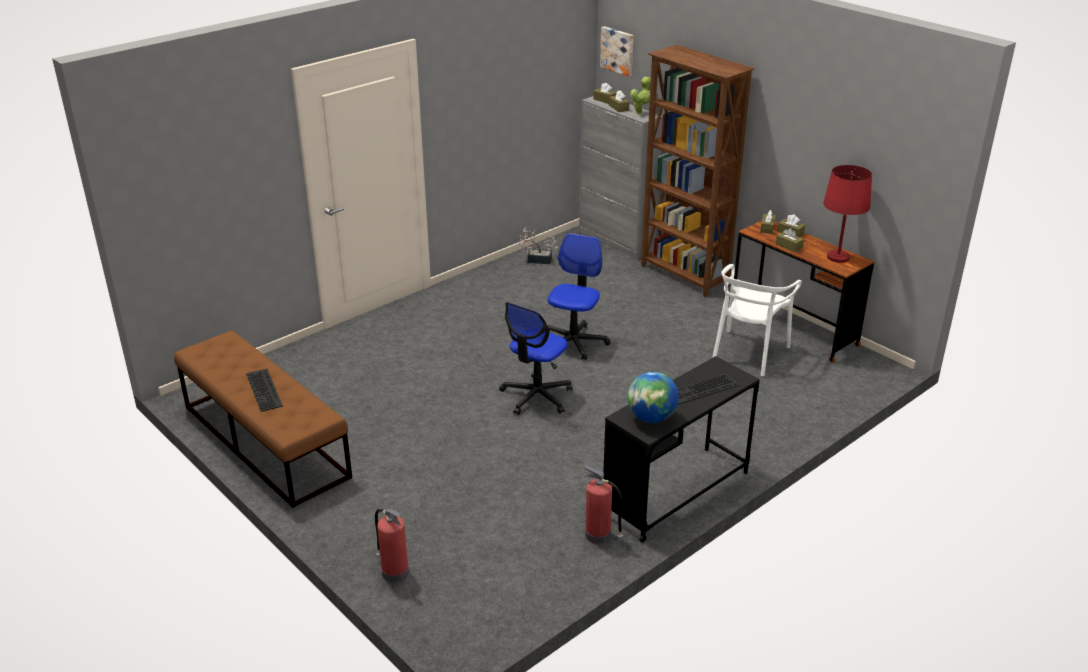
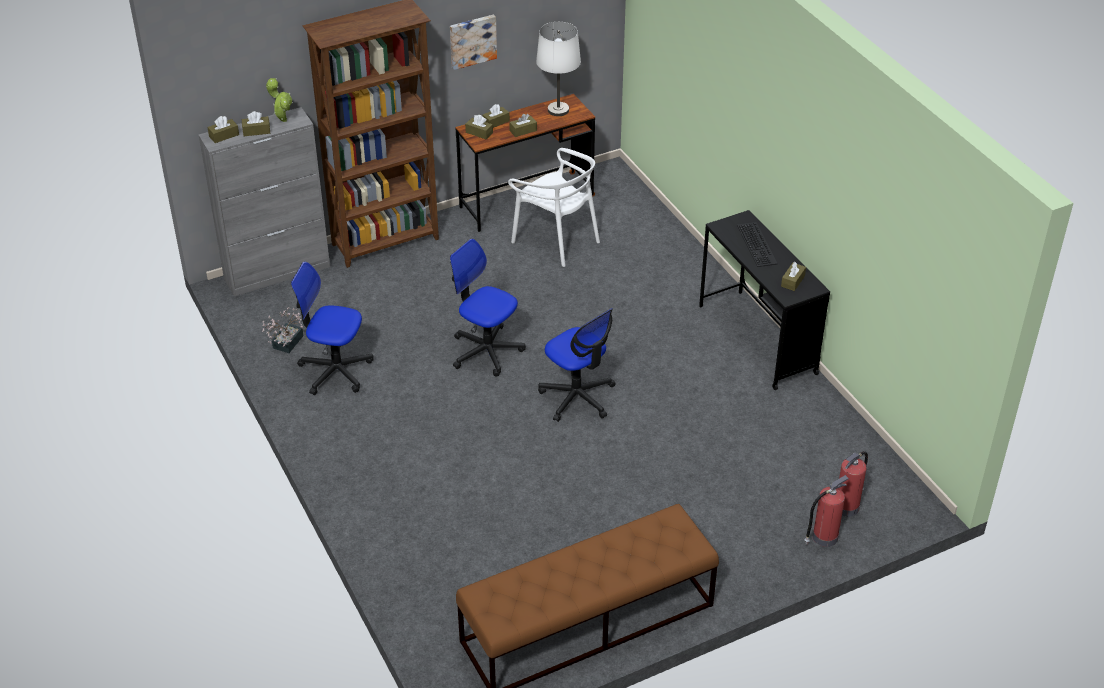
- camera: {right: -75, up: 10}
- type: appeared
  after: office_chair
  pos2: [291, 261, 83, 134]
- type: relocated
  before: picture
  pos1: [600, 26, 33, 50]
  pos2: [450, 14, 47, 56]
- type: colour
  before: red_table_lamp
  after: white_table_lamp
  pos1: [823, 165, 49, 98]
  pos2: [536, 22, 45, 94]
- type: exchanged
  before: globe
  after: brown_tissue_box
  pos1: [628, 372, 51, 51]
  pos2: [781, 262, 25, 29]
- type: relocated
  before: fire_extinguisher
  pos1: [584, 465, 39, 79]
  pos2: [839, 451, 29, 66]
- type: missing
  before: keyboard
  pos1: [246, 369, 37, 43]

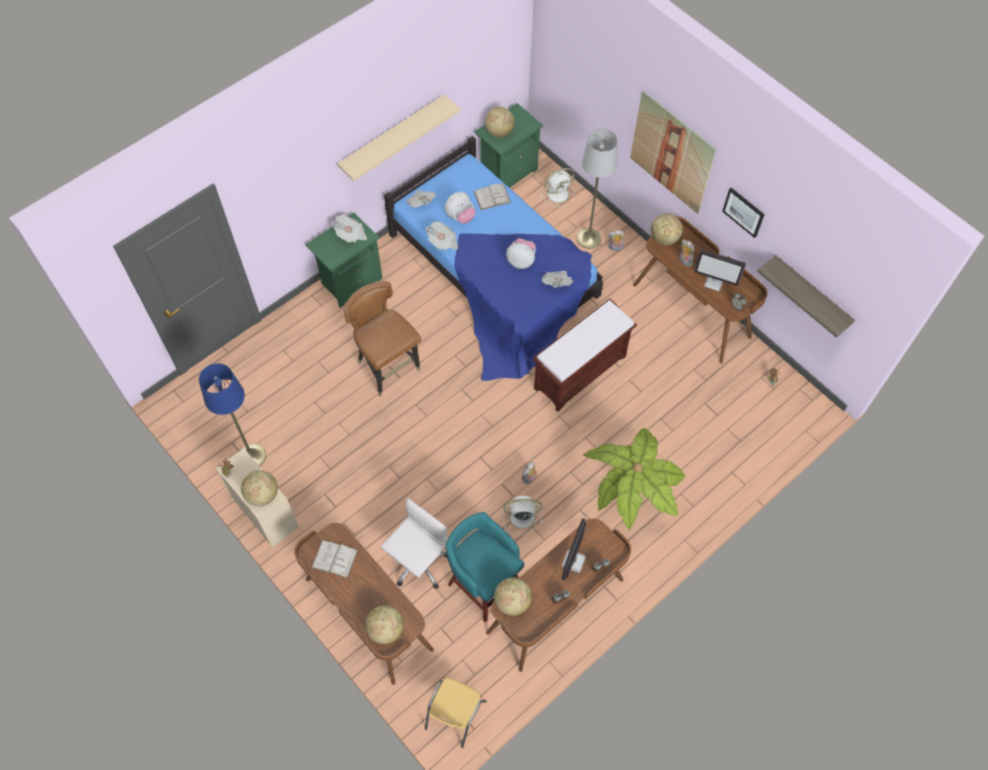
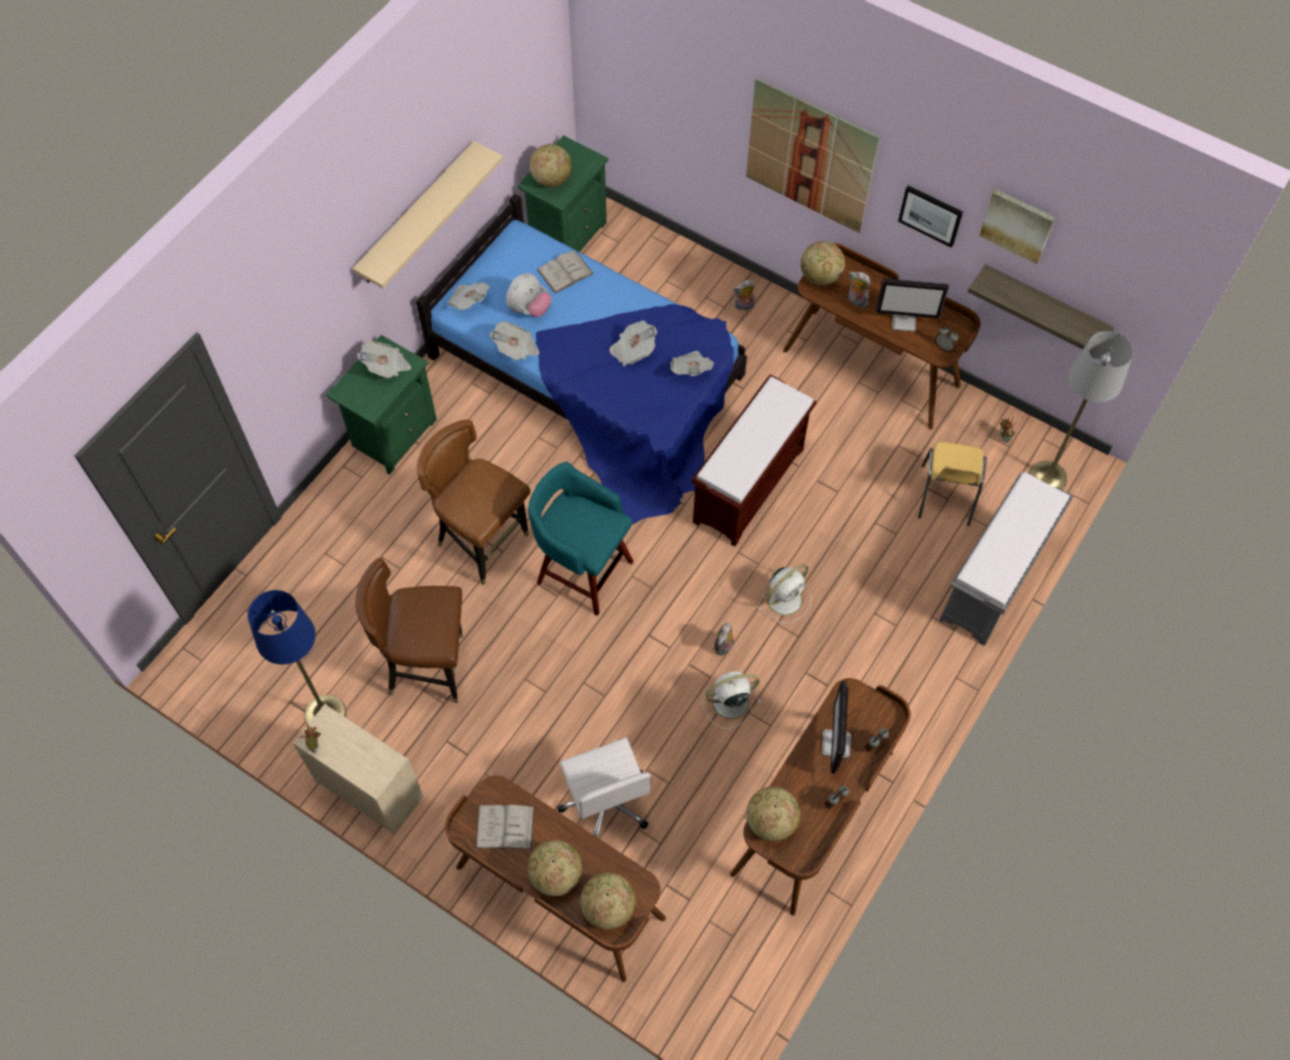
- camera: {right: -15, up: 0}
- type: appeared
  after: brown_chair
  pos2: [355, 558, 108, 145]
- type: relocated
  before: globe
  pos1: [241, 470, 37, 36]
  pos2: [527, 840, 55, 56]
- type: relocated
  before: turquoise_stool
  pos1: [446, 512, 78, 110]
  pos2: [528, 462, 106, 154]
- type: spun
  before: white_office_chair
  pos1: [381, 498, 67, 91]
  pos2: [558, 738, 93, 100]
  turn: 135
- type: exchanged
  before: plush_toy
  after: newspaper
  pos1: [506, 238, 30, 31]
  pos2: [609, 320, 48, 46]
- type: relocated
  before: white_fan
  pos1: [540, 168, 35, 39]
  pos2: [758, 564, 54, 59]
- type: relocated
  before: yellow_chair
  pos1: [425, 678, 62, 70]
  pos2: [918, 442, 69, 84]
- type: appeared
  after: grey_bench
  pos2: [939, 471, 135, 175]
- type: appeared
  after: picture
  pos2: [979, 189, 77, 75]
- type: relocated
  before: grey_floor_lamp
  pos1: [577, 129, 41, 120]
  pos2: [1029, 331, 104, 159]
- type: missing
  before: potted_plant
  pos1: [582, 428, 103, 102]

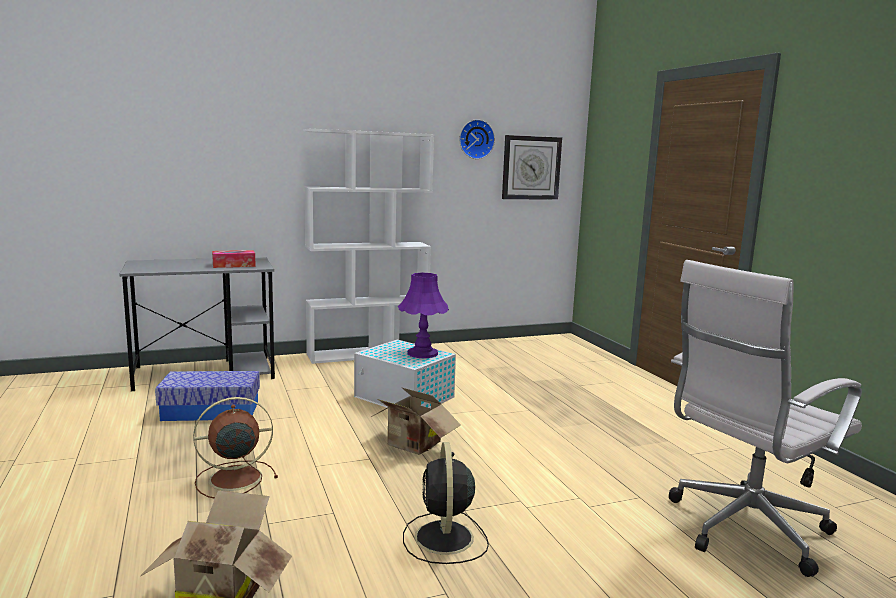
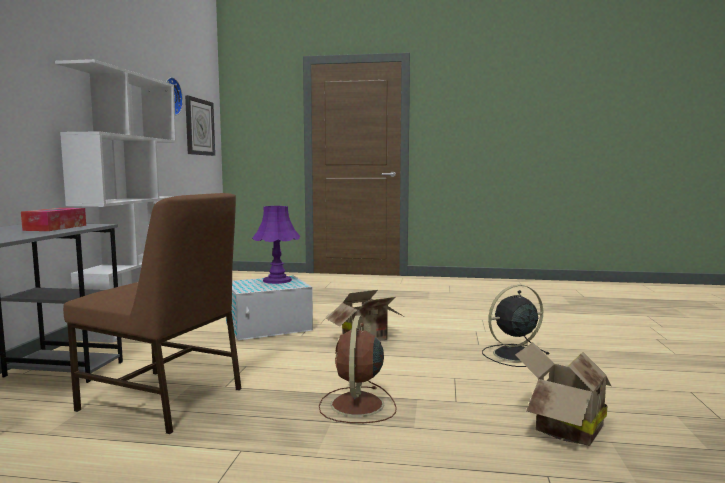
- camera: {right: -60, up: -5}
- type: exchanged
  before: storage_box
  after: brown_chair
  pos1: [155, 371, 105, 50]
  pos2: [63, 193, 179, 241]
- type: spun
  before: black_fan
  pos1: [403, 442, 86, 122]
  pos2: [482, 285, 68, 82]
  turn: 135
- type: missing
  before: white_office_chair
  pos1: [669, 260, 193, 317]

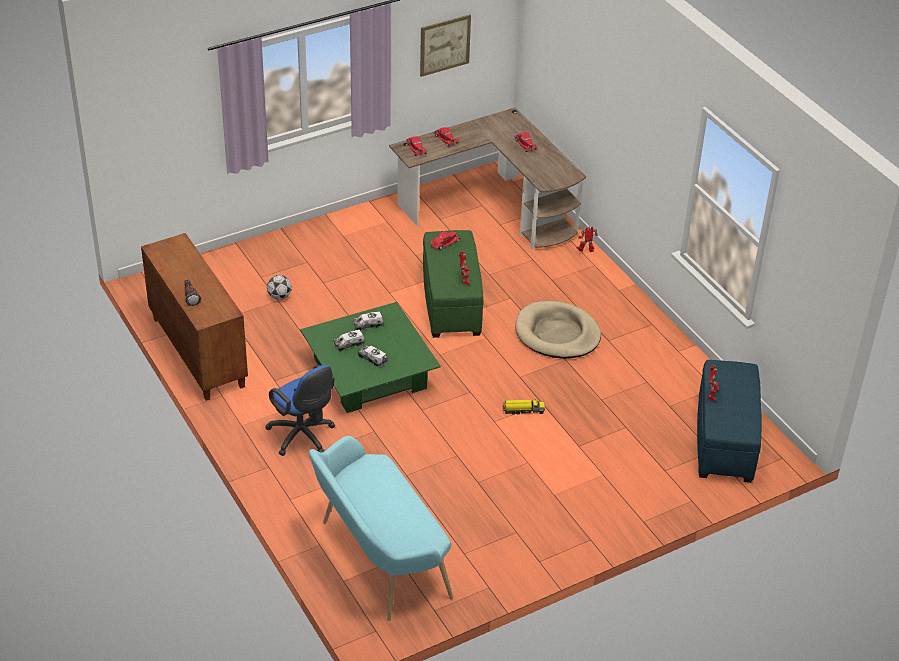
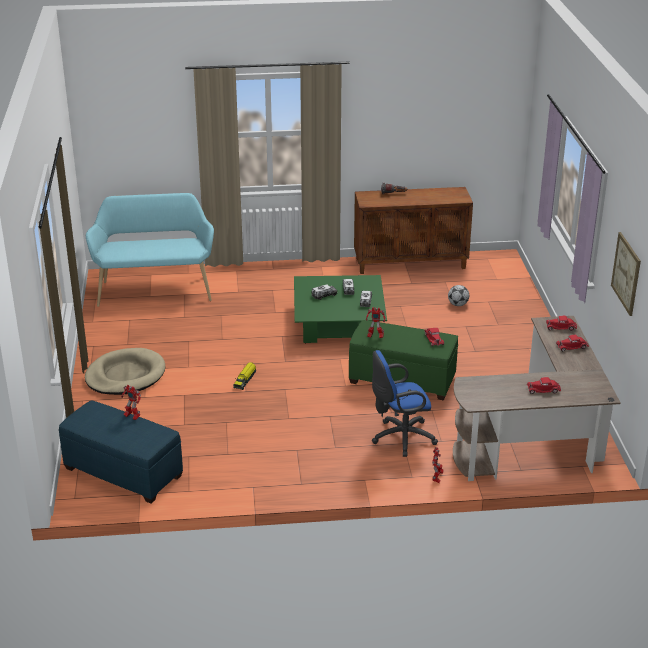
- camera: {right: 115, up: -10}
- type: relocated
  before: beige_dog_bed
  pos1: [515, 301, 86, 58]
  pos2: [85, 348, 80, 47]
- type: relocated
  before: blue_office_chair
  pos1: [265, 364, 70, 92]
  pos2: [372, 350, 66, 107]

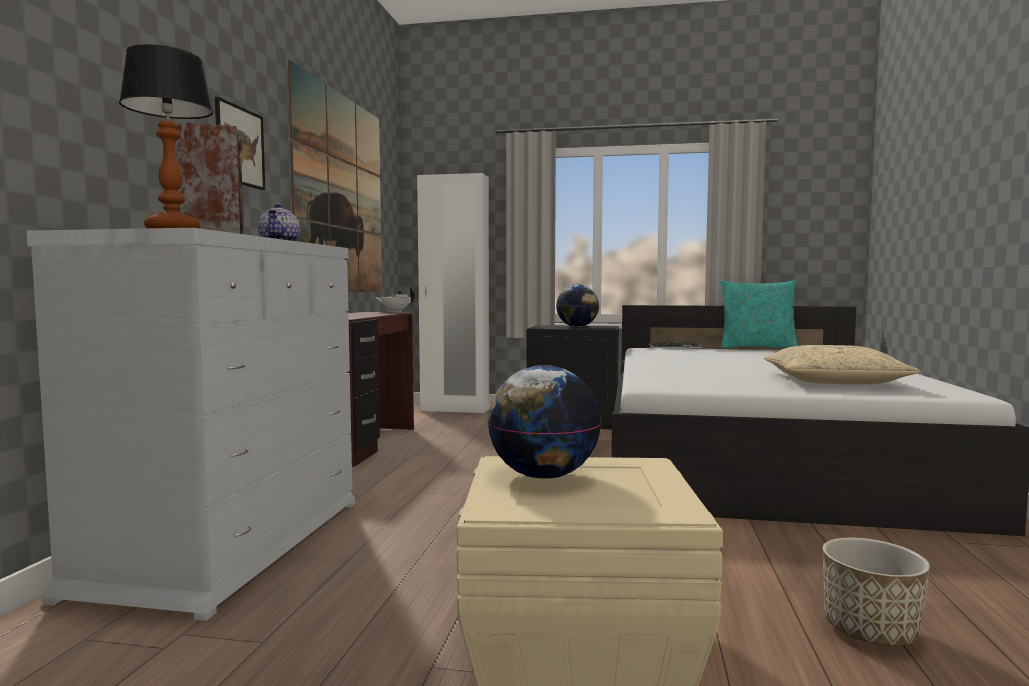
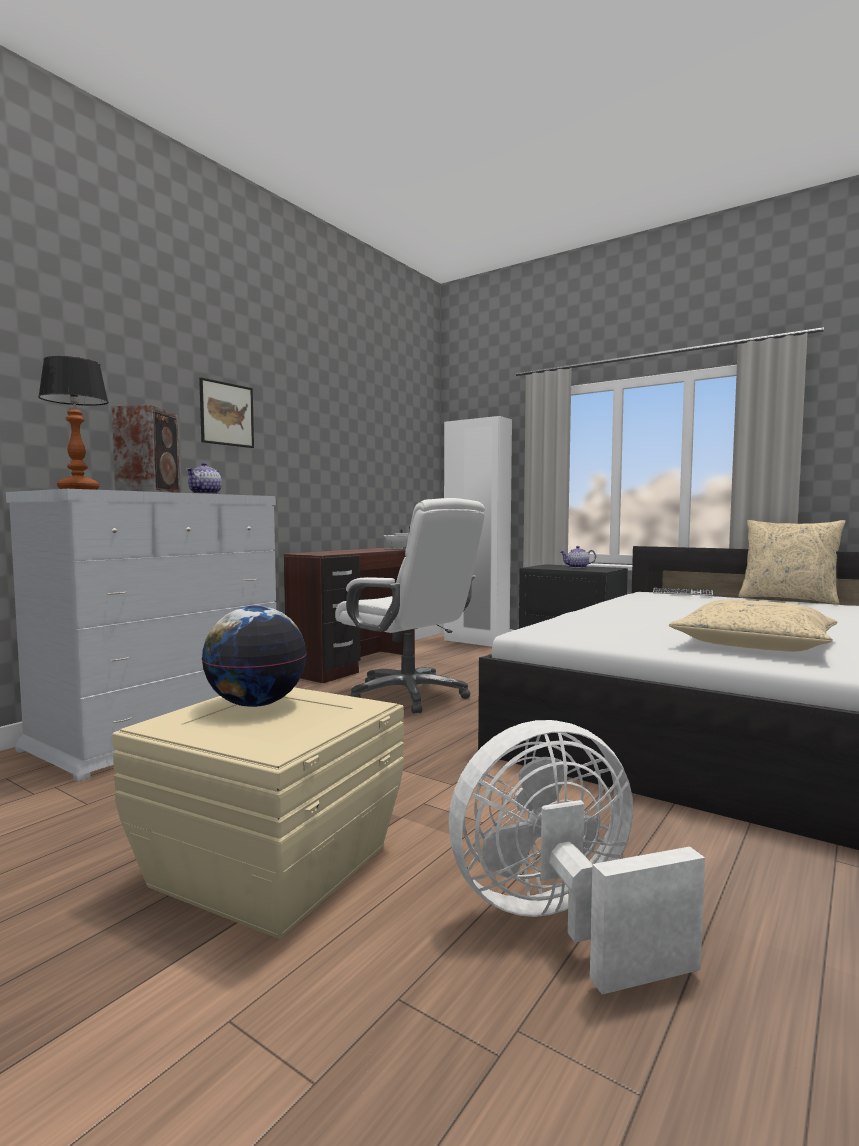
- camera: {right: 25, up: 0}
- type: appeared
  after: white_office_chair
  pos2: [335, 498, 150, 215]
- type: exchanged
  before: planter
  after: white_fan
  pos1: [823, 538, 107, 108]
  pos2: [449, 720, 256, 275]
- type: exchanged
  before: globe
  after: teapot
  pos1: [556, 284, 43, 43]
  pos2: [560, 546, 36, 22]
- type: colour
  before: turquoise_pillow
  after: beige_pillow
  pos1: [720, 280, 79, 68]
  pos2: [738, 520, 107, 85]
- type: missing
  before: picture
  pos1: [288, 60, 94, 232]

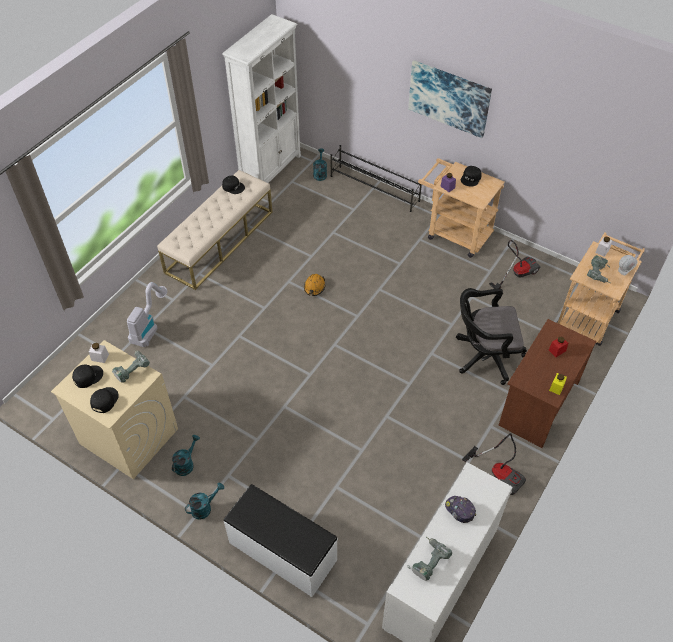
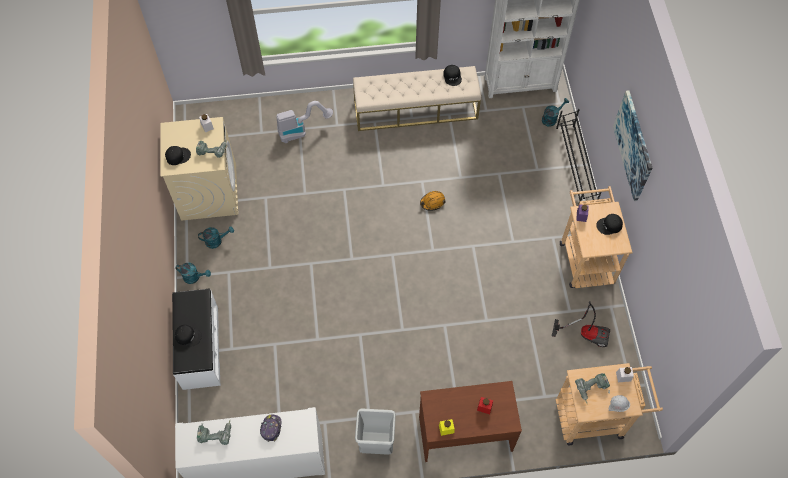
- camera: {right: 50, up: 10}
- type: relocated
  before: black_cap
  pos1: [72, 365, 31, 23]
  pos2: [175, 325, 27, 22]
- type: exchanged
  before: vacuum_cleaner
  after: grey_trash_can
  pos1: [462, 433, 64, 63]
  pos2: [355, 408, 41, 47]
- type: missing
  before: black_office_chair
  pos1: [456, 288, 71, 97]

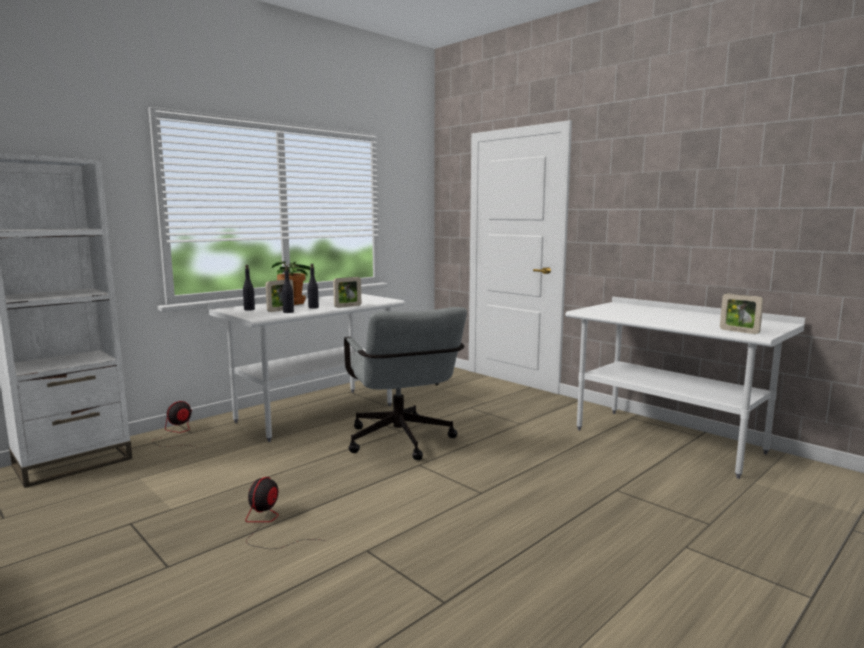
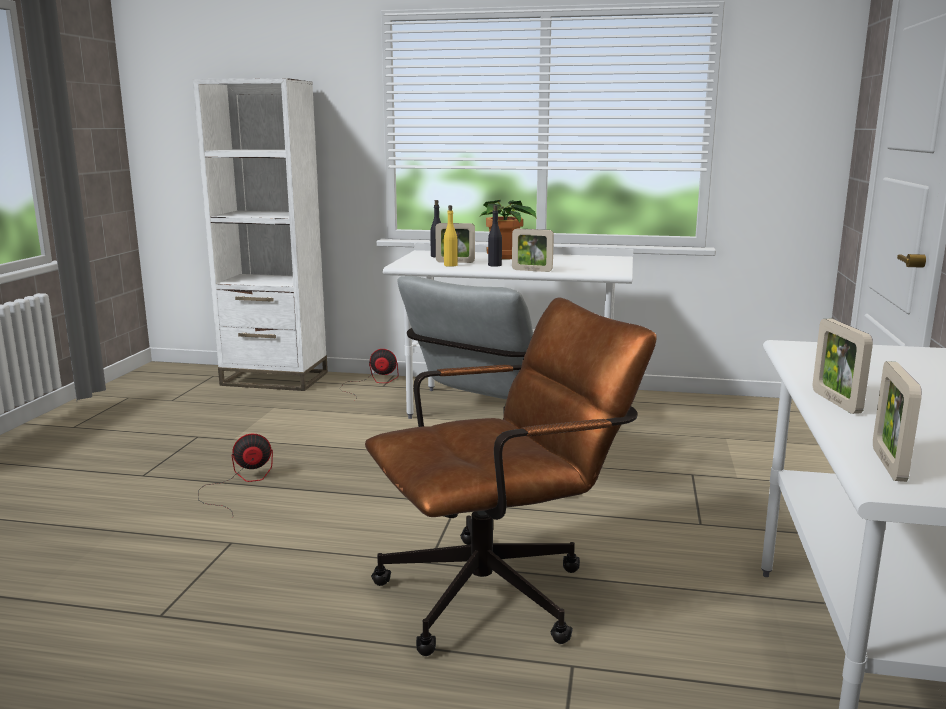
- camera: {right: 55, up: 5}
- type: appeared
  after: brown_office_chair
  pos2: [365, 297, 292, 359]
- type: colour
  before: black_bottle
  after: yellow_bottle
  pos1: [282, 266, 12, 47]
  pos2: [444, 205, 14, 62]
- type: appeared
  after: picture_frame
  pos2: [813, 319, 60, 95]

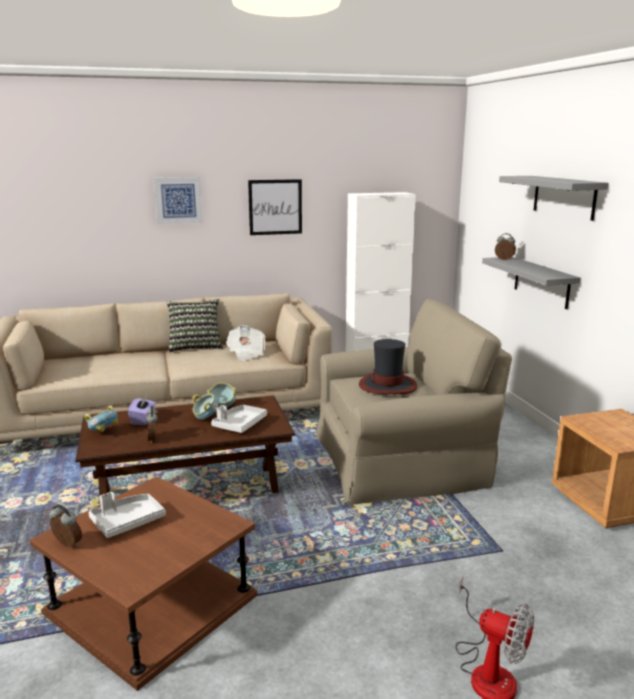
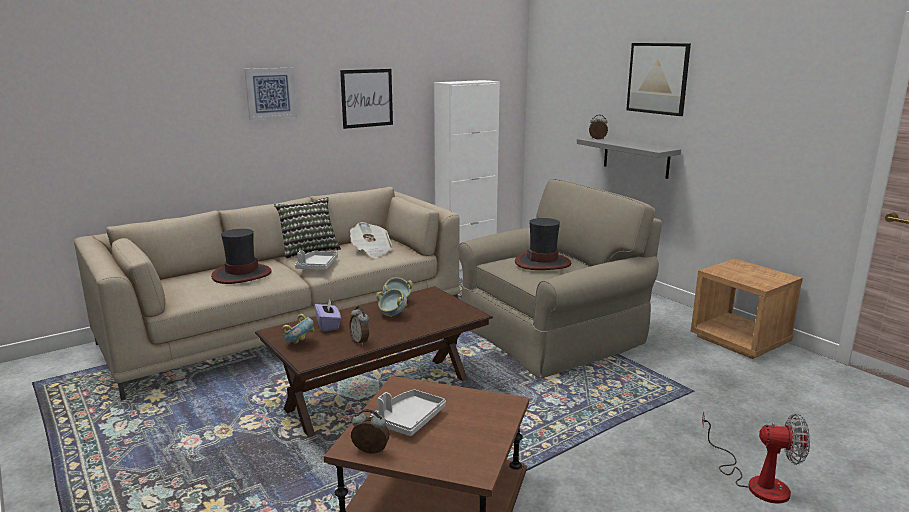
- camera: {right: -20, up: 0}
- type: appeared
  after: hat
  pos2: [211, 229, 61, 55]
- type: relocated
  before: grey_tray
  pos1: [211, 405, 56, 28]
  pos2: [295, 250, 43, 20]
- type: exchanged
  before: grey_shelf
  after: picture
  pos1: [499, 176, 109, 45]
  pos2: [626, 43, 65, 73]

